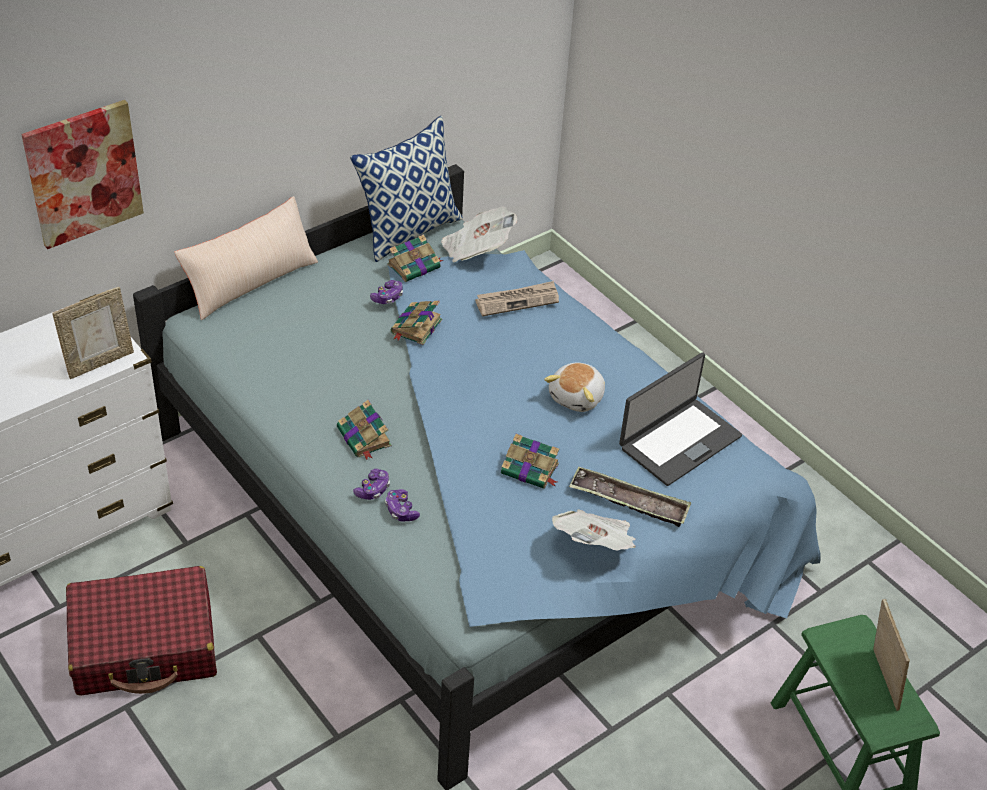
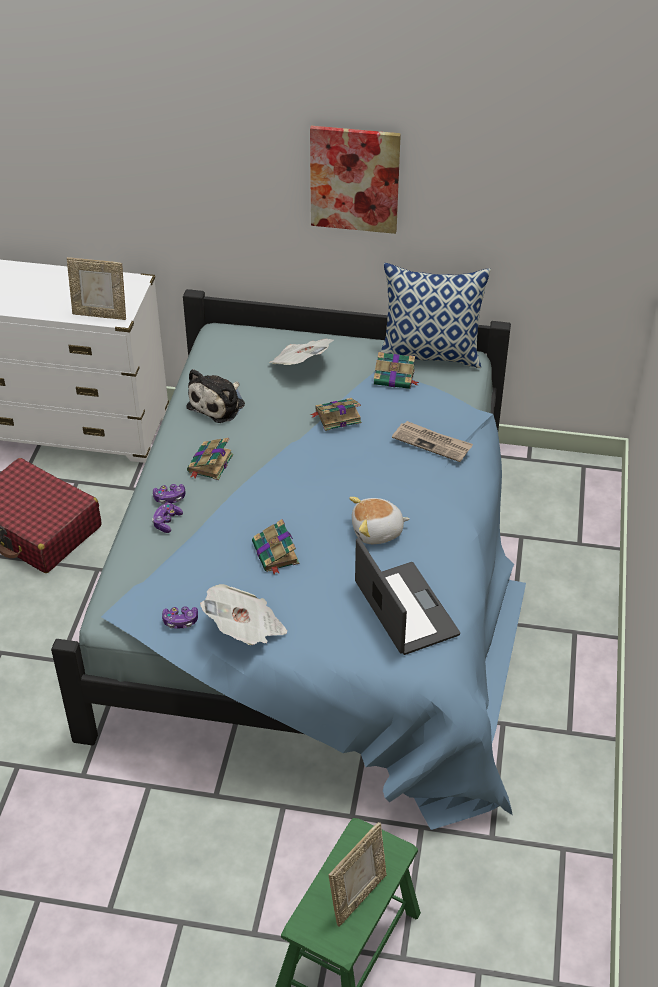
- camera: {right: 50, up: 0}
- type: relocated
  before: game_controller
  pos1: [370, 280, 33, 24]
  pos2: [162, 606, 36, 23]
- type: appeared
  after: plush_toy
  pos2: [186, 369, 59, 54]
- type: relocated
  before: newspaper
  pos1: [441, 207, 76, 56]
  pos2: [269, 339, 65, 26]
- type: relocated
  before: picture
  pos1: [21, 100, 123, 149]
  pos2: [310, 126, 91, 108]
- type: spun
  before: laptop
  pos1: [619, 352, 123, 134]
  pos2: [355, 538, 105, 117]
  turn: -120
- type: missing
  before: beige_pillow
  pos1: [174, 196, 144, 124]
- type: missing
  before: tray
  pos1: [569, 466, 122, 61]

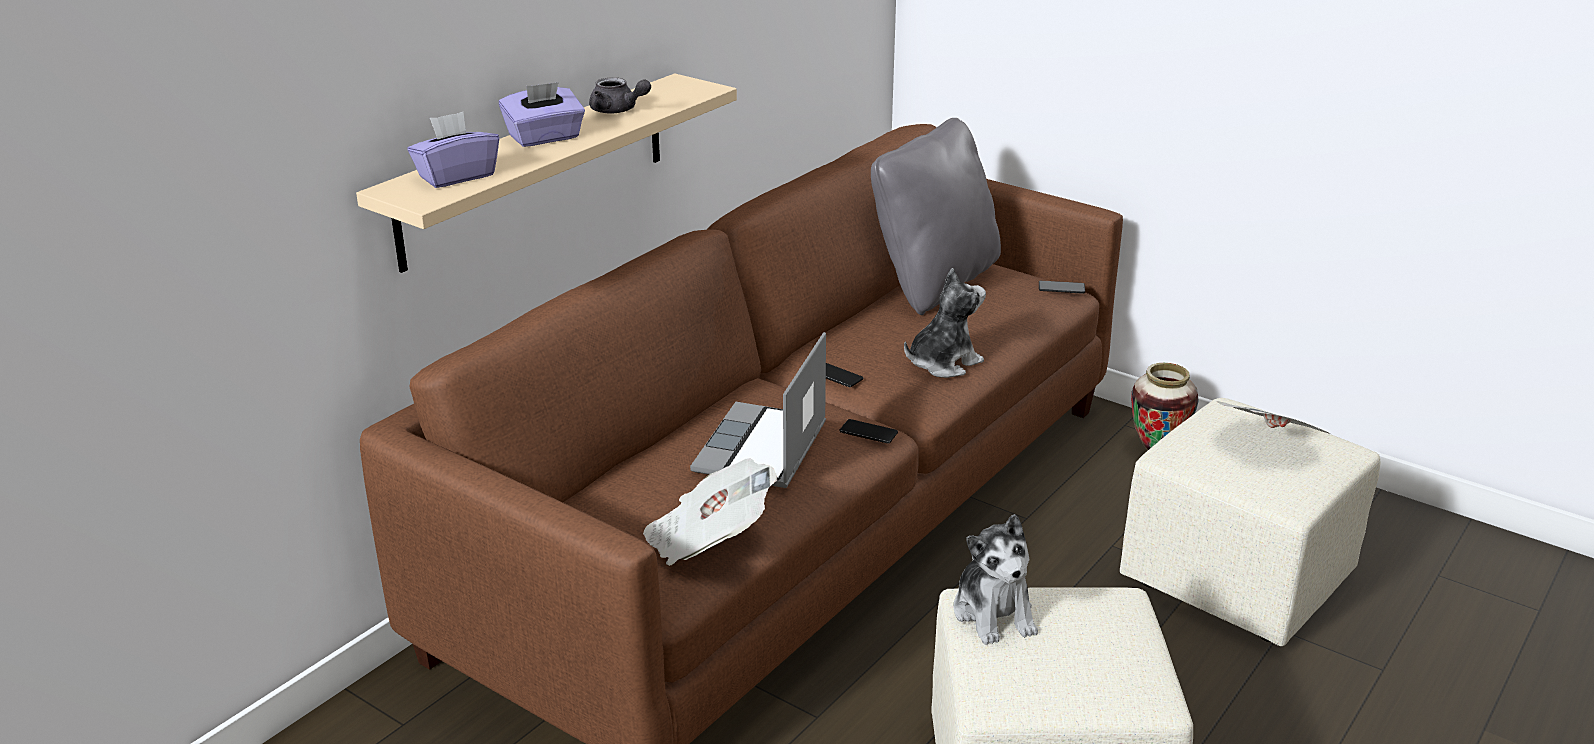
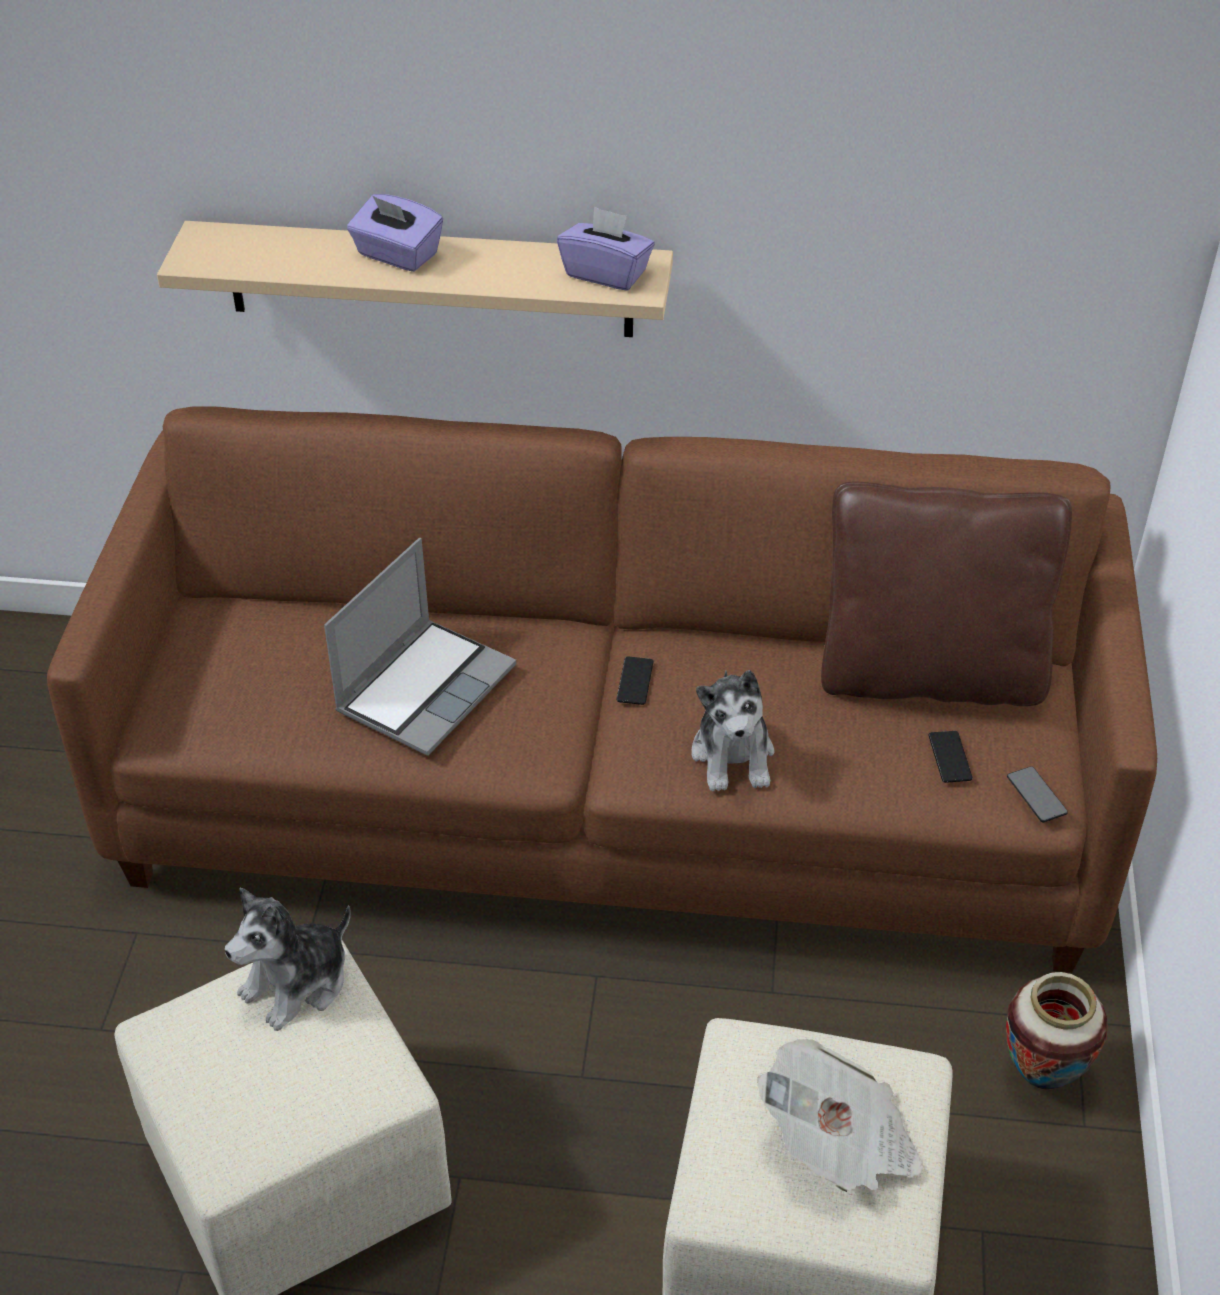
- camera: {right: 60, up: 15}
- type: spun
  before: laptop
  pos1: [690, 332, 136, 156]
  pos2: [324, 538, 192, 218]
  turn: 135
- type: relocated
  before: purple_tissue_box
  pos1: [407, 112, 92, 76]
  pos2: [557, 207, 98, 84]
- type: spun
  before: plush_toy
  pos1: [904, 268, 82, 110]
  pos2: [691, 670, 84, 121]
  turn: 60
- type: colour
  before: grey_pillow
  after: brown_pillow
  pos1: [871, 118, 130, 197]
  pos2: [821, 481, 251, 225]
- type: relocated
  before: phone
  pos1: [839, 419, 59, 25]
  pos2: [928, 731, 45, 52]
- type: missing
  before: grey_teapot
  pos1: [589, 77, 62, 37]
- type: missing
  before: newspaper
  pos1: [643, 458, 134, 108]

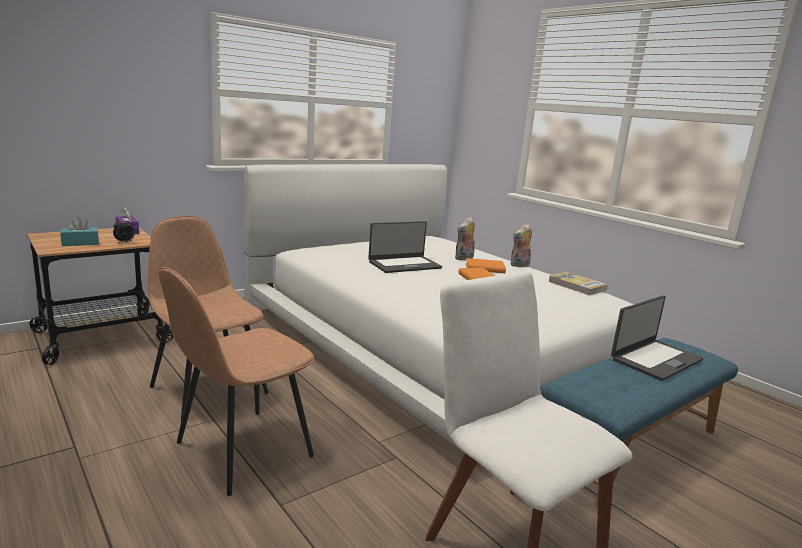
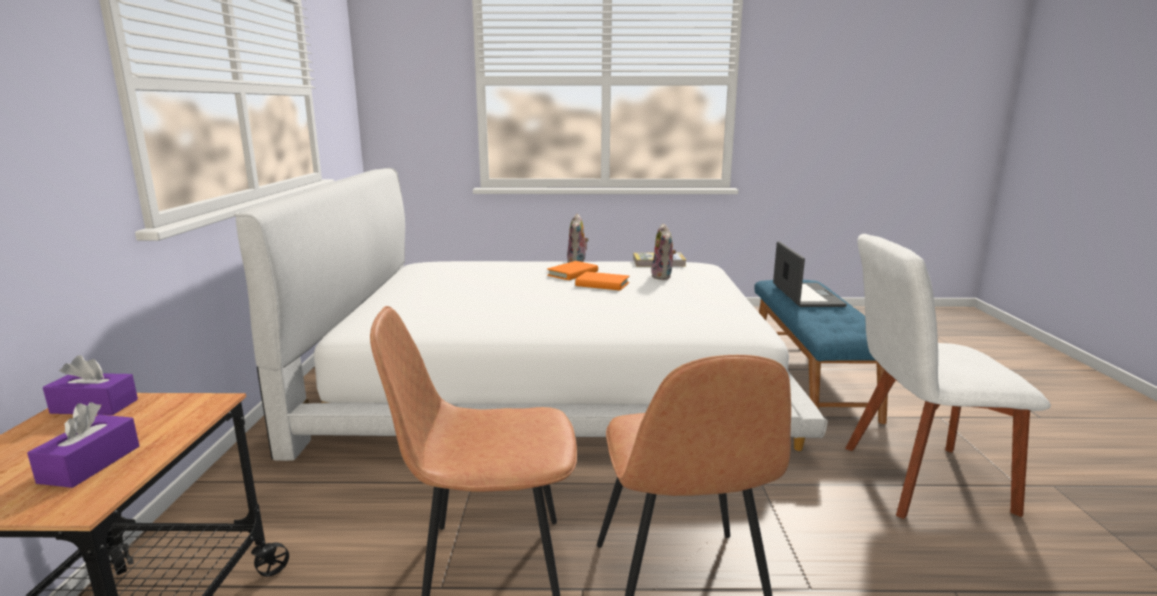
- camera: {right: -50, up: 0}
- type: colour
  before: turquoise_tissue_box
  after: purple_tissue_box
  pos1: [60, 217, 39, 29]
  pos2: [27, 402, 112, 86]
- type: relocated
  before: plush_toy
  pos1: [455, 217, 20, 44]
  pos2: [651, 223, 25, 57]
- type: missing
  before: alarm_clock
  pos1: [113, 218, 22, 25]
- type: missing
  before: laptop
  pos1: [368, 221, 74, 52]

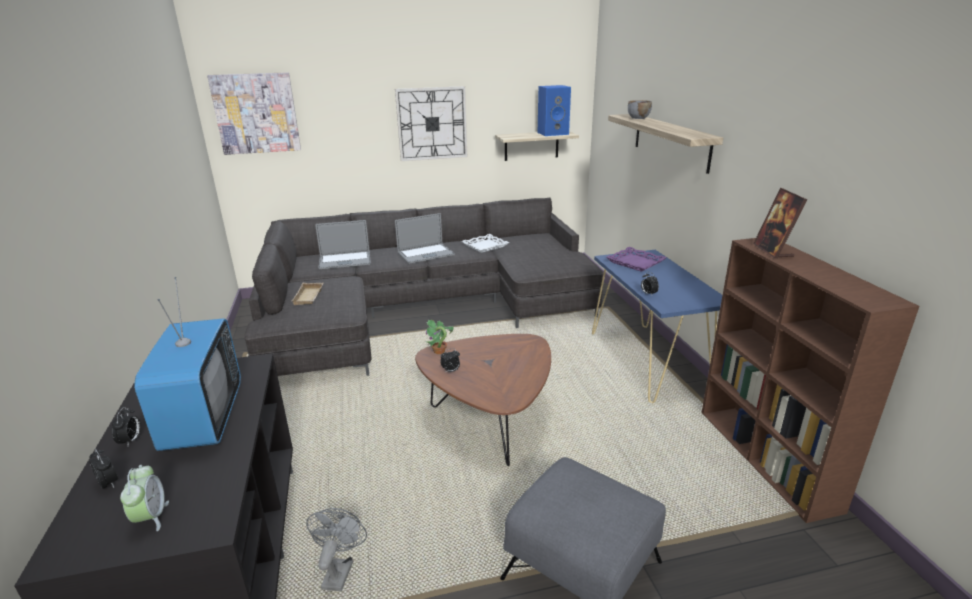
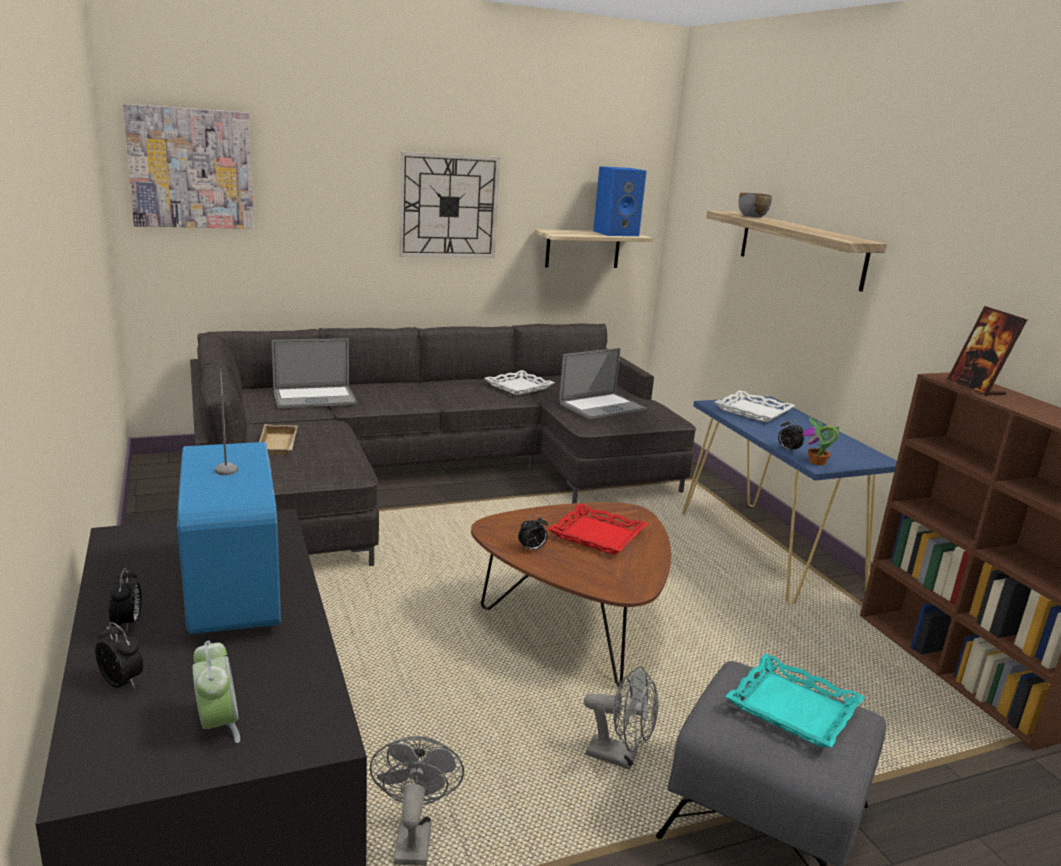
- camera: {right: -10, up: -5}
- type: appeared
  after: red_tray
  pos2: [548, 504, 99, 51]
- type: relocated
  before: laptop
  pos1: [395, 213, 60, 51]
  pos2: [559, 348, 87, 71]
- type: appeared
  after: grey_fan
  pos2: [584, 666, 75, 104]
- type: colour
  before: purple_tray
  after: white_tray
  pos1: [606, 247, 61, 25]
  pos2: [714, 390, 81, 33]
- type: appeared
  after: turquoise_tray
  pos2: [725, 654, 140, 93]
- type: relocated
  before: potted_plant
  pos1: [425, 319, 29, 35]
  pos2: [803, 417, 36, 48]

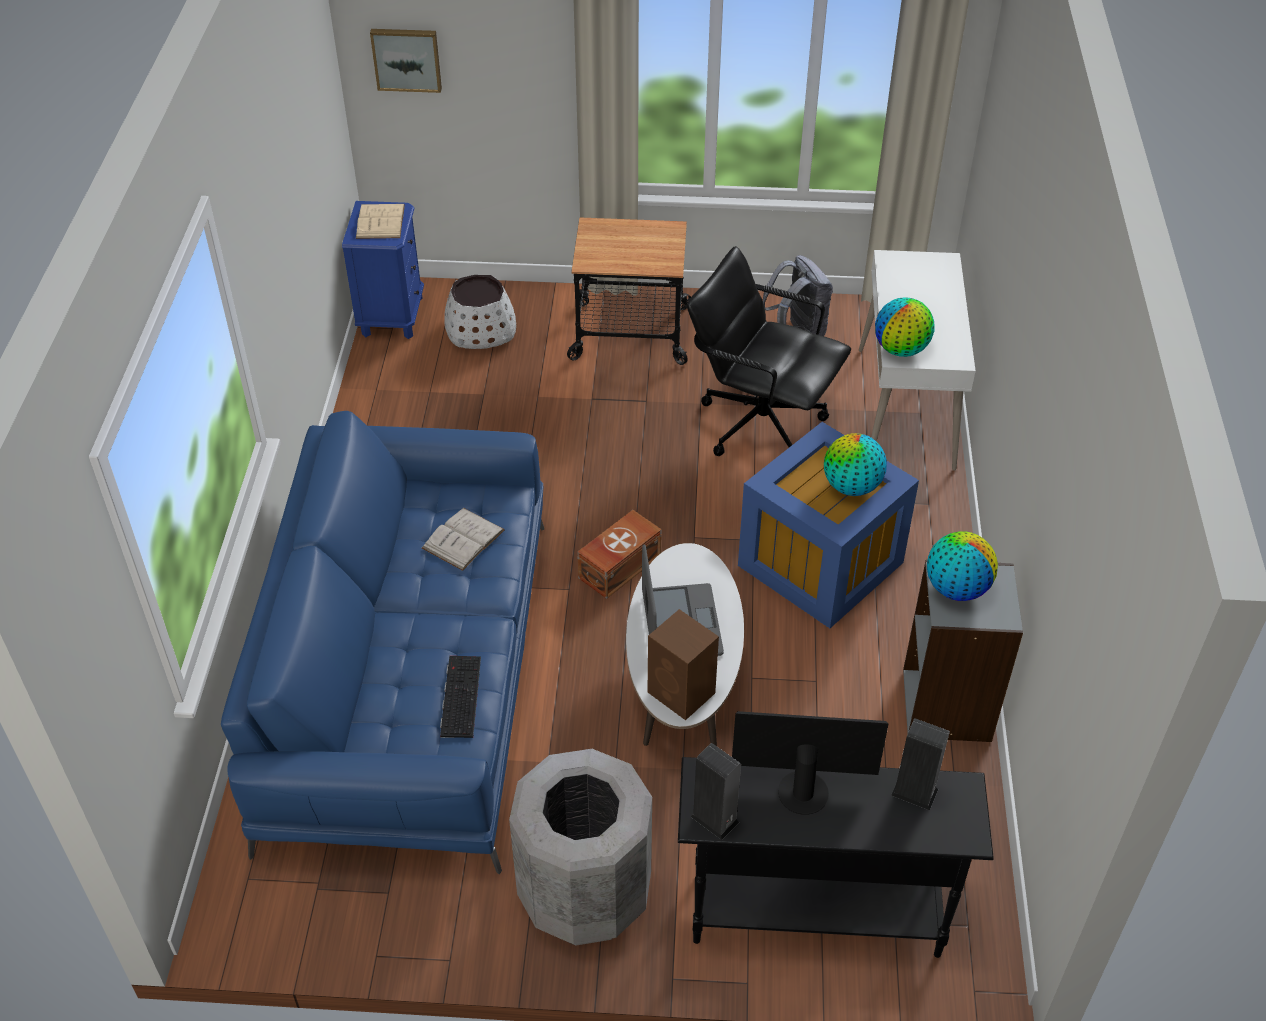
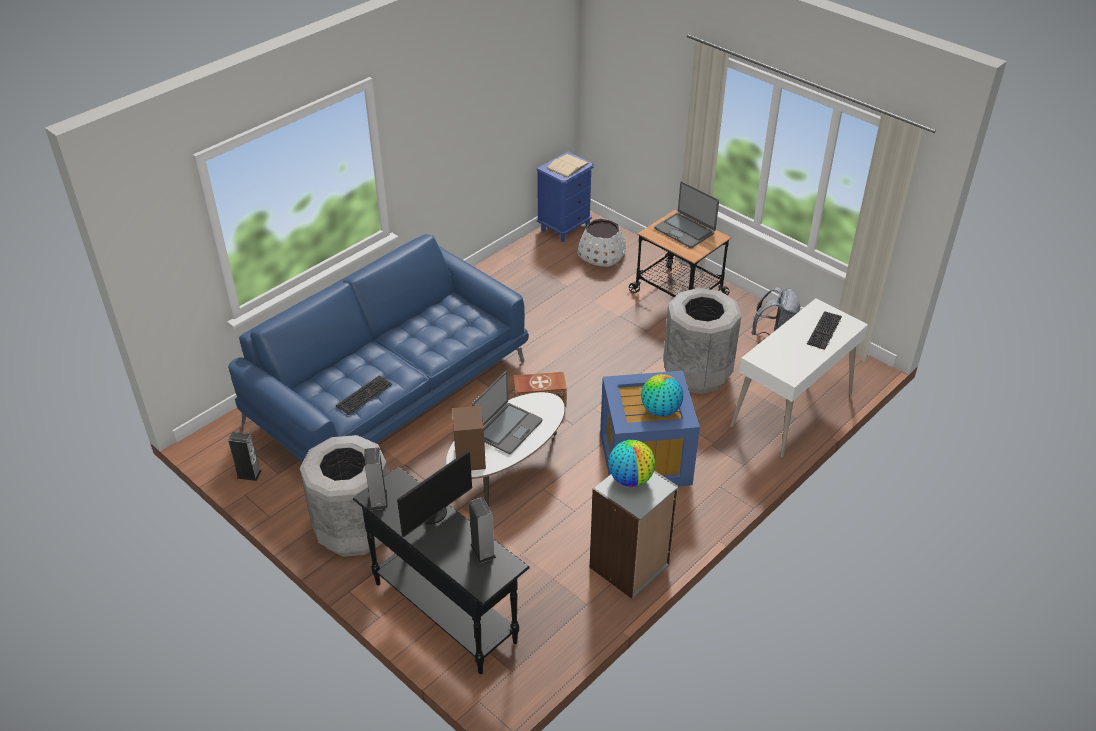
- camera: {right: 40, up: -5}
- type: appeared
  after: speaker
  pos2: [228, 432, 34, 49]
- type: spun
  before: monitor
  pos1: [732, 711, 157, 104]
  pos2: [397, 450, 75, 87]
  turn: 90
- type: appeared
  after: laptop
  pos2: [654, 181, 65, 67]
- type: exchanged
  before: black_office_chair
  after: grey_trash_can
  pos1: [687, 246, 164, 210]
  pos2: [663, 288, 78, 106]
- type: appeared
  after: keyboard
  pos2: [807, 311, 35, 39]
- type: missing
  before: picture
  pos1: [370, 29, 72, 64]
- type: missing
  before: white_book
  pos1: [422, 508, 83, 63]
- type: missing
  before: globe
  pos1: [875, 297, 59, 60]

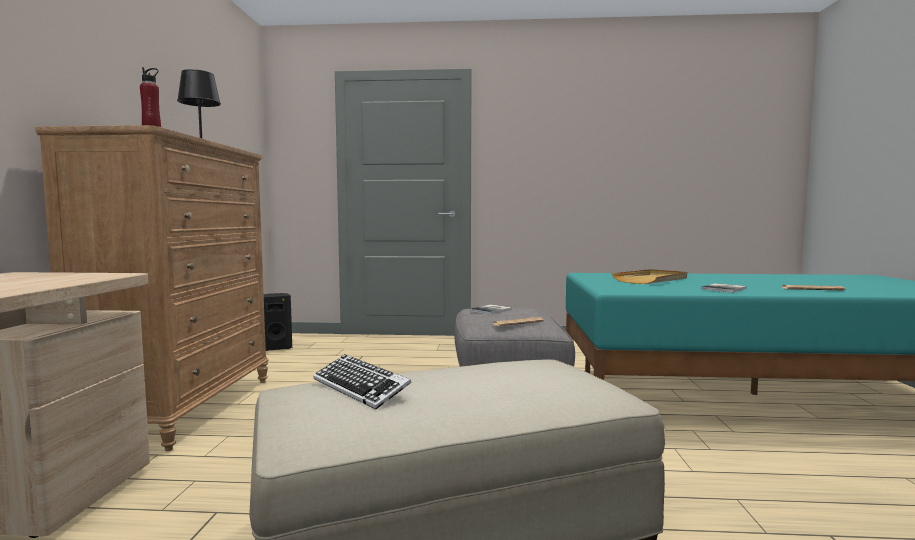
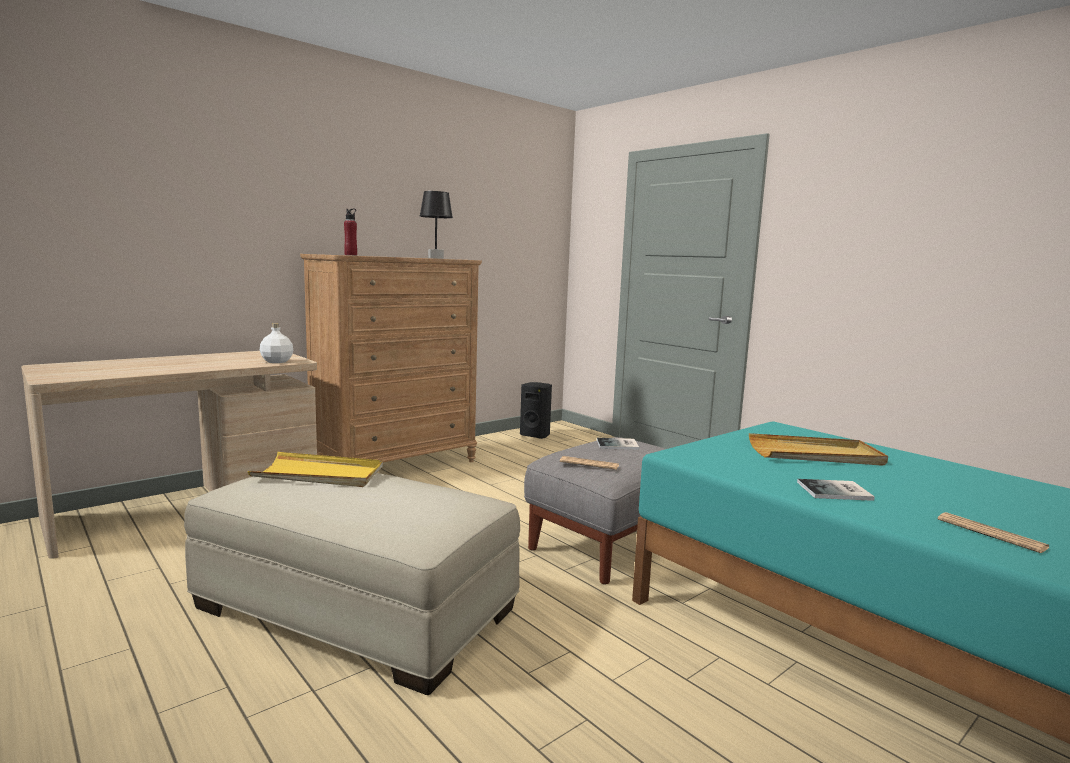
- camera: {right: 45, up: 5}
- type: exchanged
  before: keyboard
  after: yellow_tray
  pos1: [313, 354, 99, 56]
  pos2: [248, 452, 135, 35]
- type: appeared
  after: white_bottle
  pos2: [260, 323, 33, 40]

